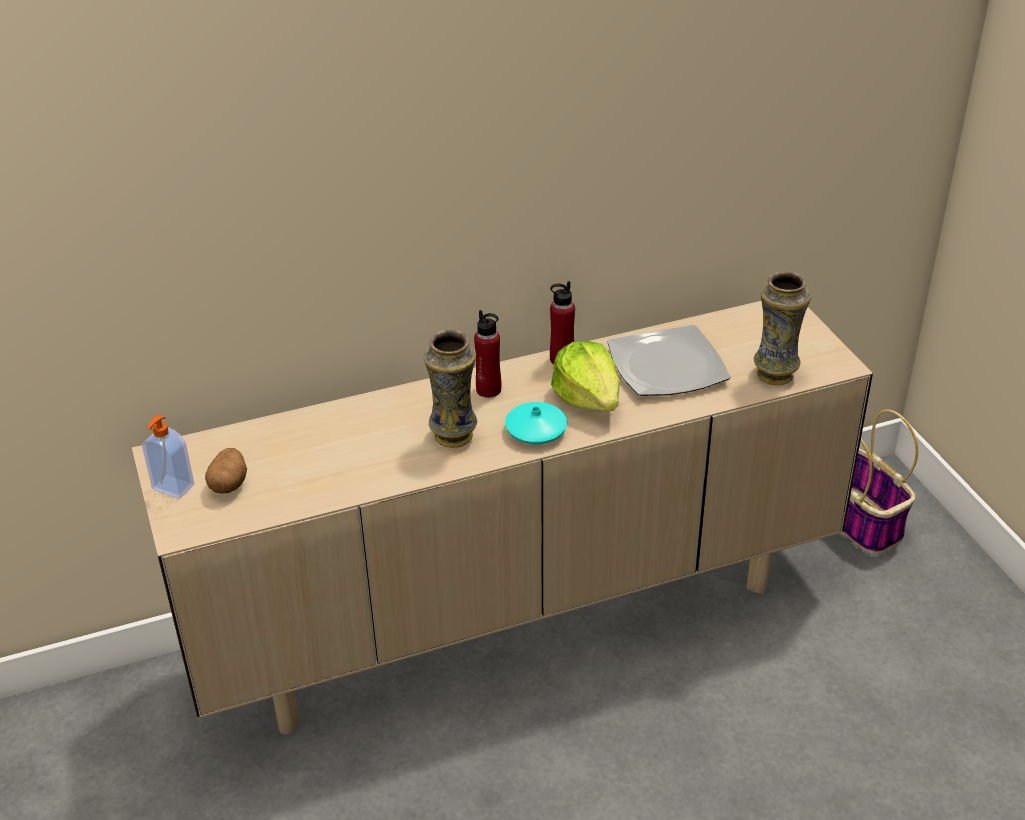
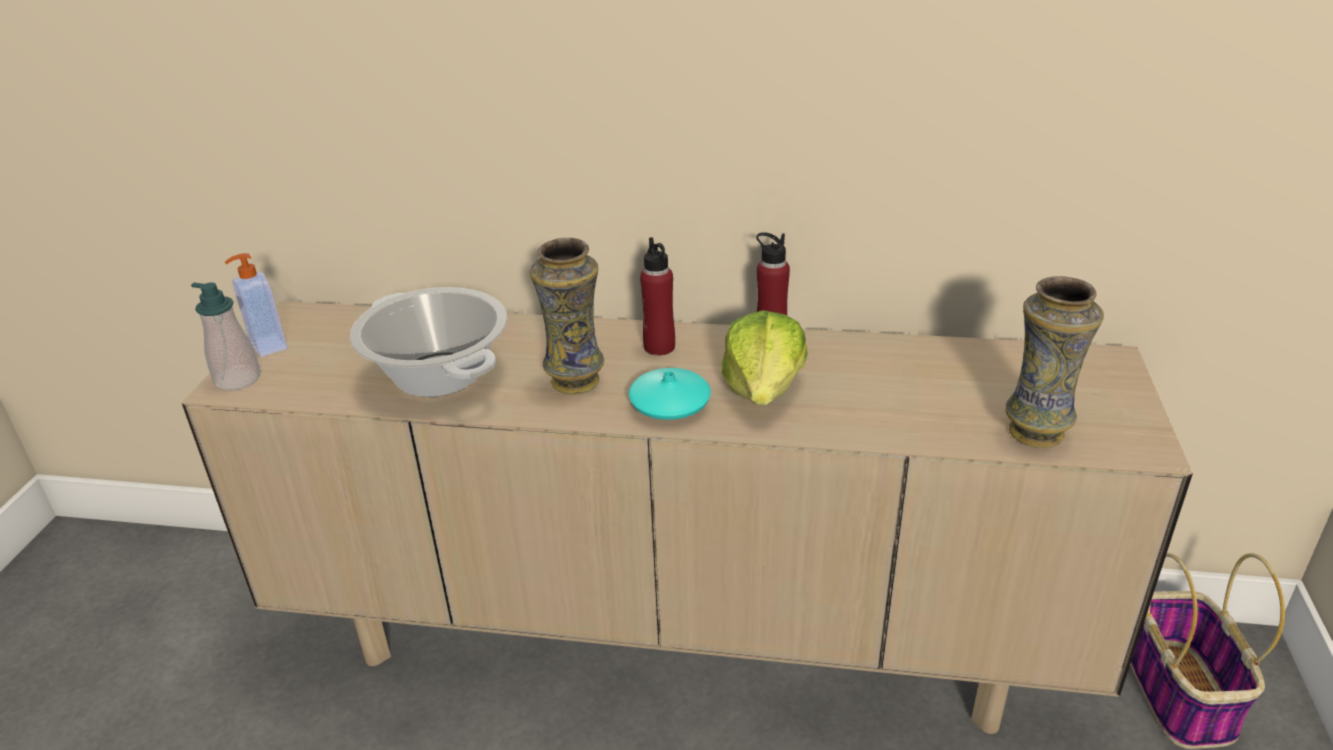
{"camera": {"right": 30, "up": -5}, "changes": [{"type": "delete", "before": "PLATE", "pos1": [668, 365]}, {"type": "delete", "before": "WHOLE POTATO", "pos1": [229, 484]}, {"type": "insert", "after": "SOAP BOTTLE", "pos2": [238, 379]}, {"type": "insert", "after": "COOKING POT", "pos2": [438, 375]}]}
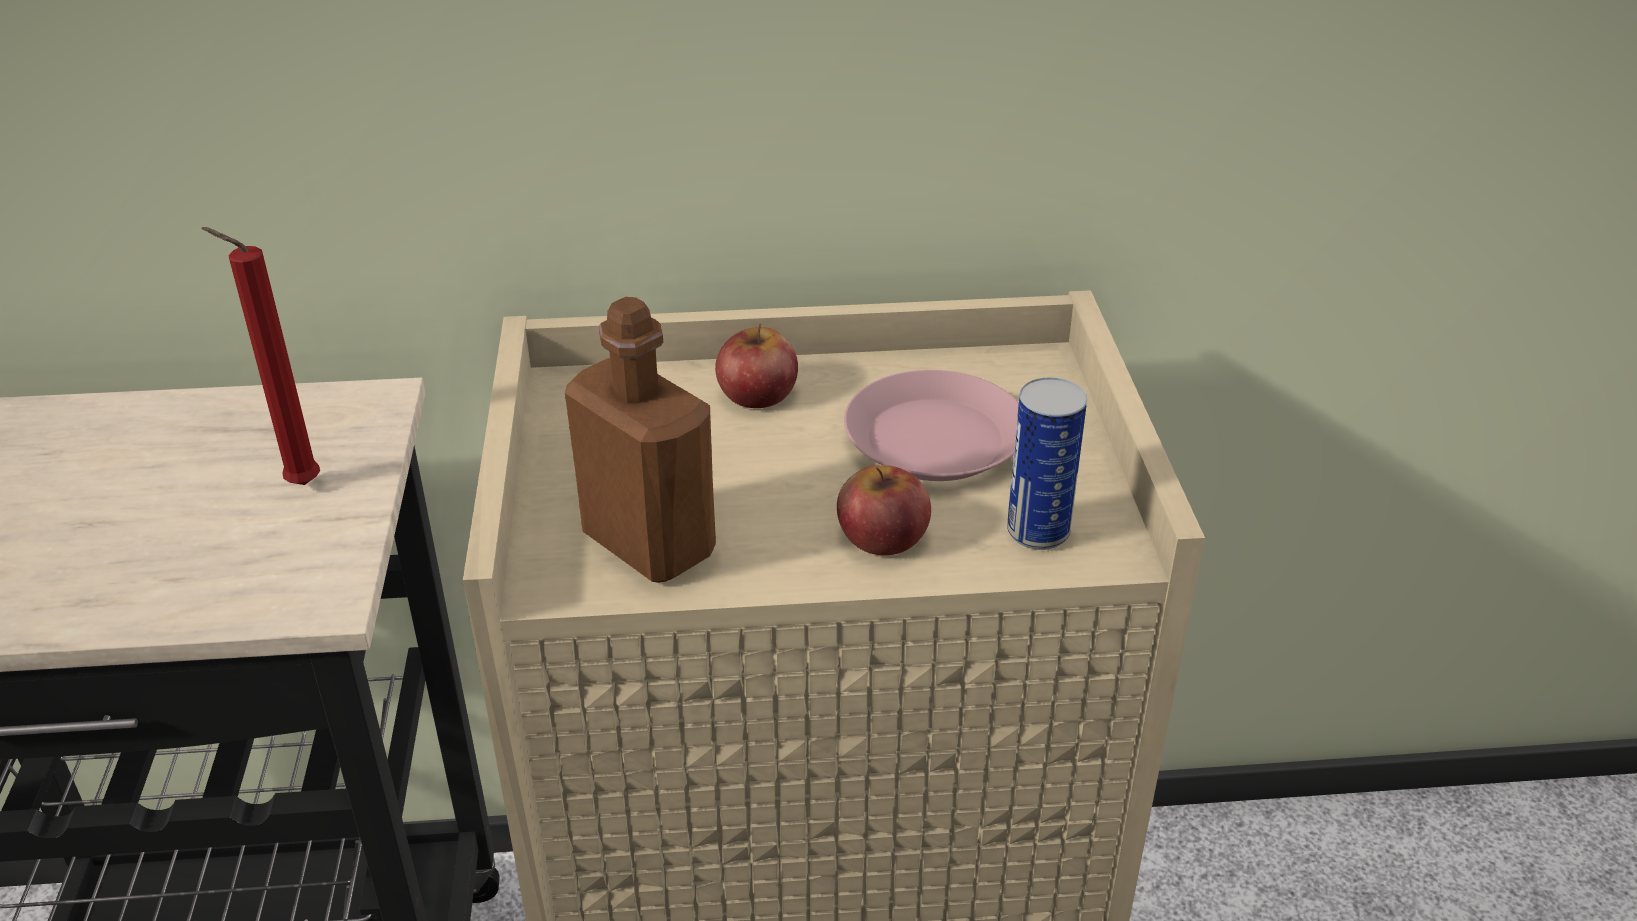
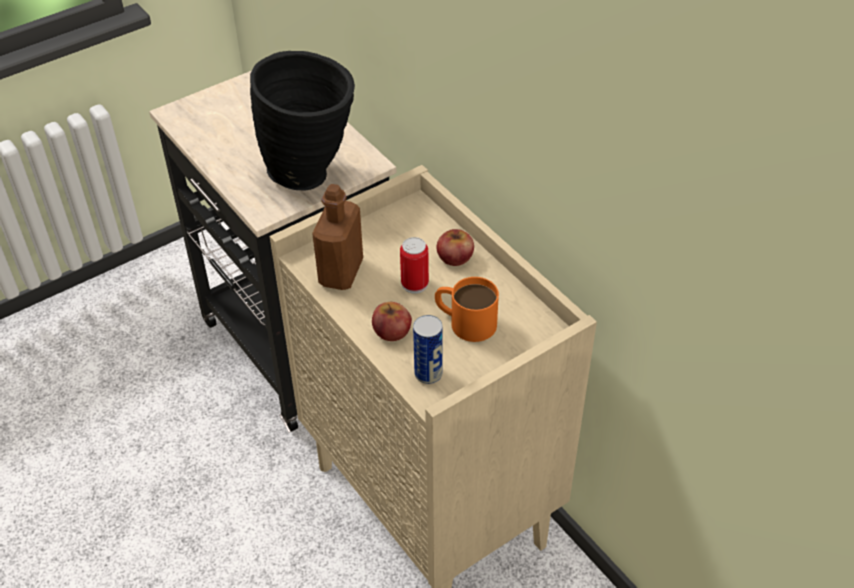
{"camera": {"right": 60, "up": 10}, "changes": [{"type": "replace", "before": "REDDISH WAX LIGHT", "after": "BLACK FLOWER VASE", "pos1": [298, 485], "pos2": [312, 174]}, {"type": "replace", "before": "PINK PLATE", "after": "ORANGE TEA MUG", "pos1": [935, 441], "pos2": [465, 321]}, {"type": "insert", "after": "SEALED CAN", "pos2": [414, 284]}]}
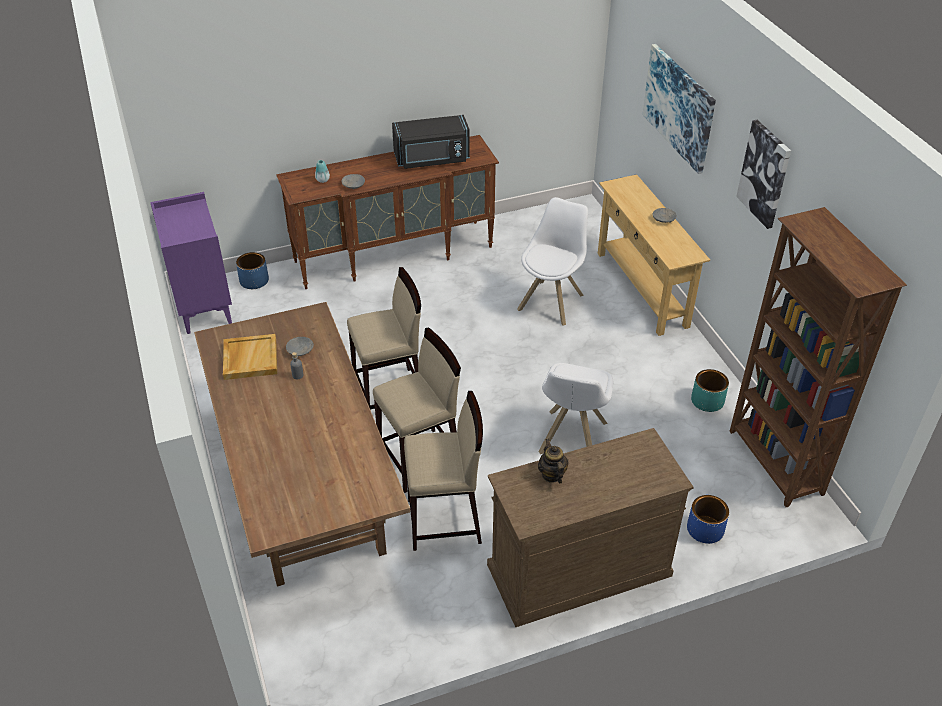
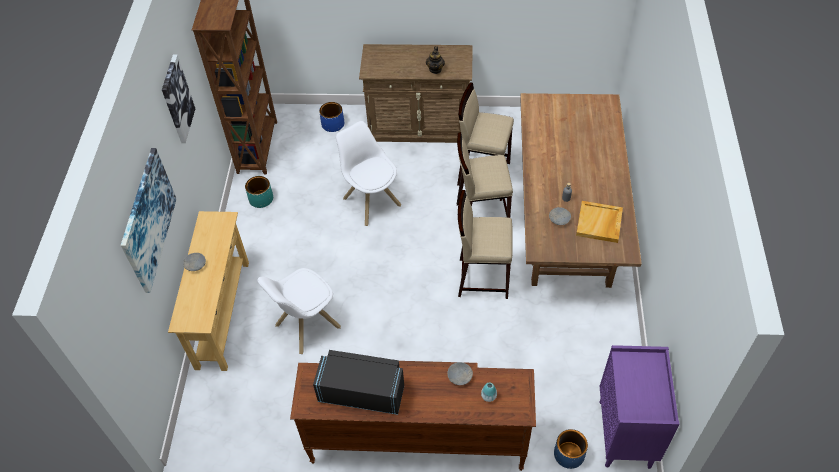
{"camera": {"right": -155, "up": 10}, "changes": [{"type": "rotate", "before": "WHITE-COLOURED PLAIN CHAIR", "pos1": [572, 438], "pos2": [371, 201], "turn": -75}]}
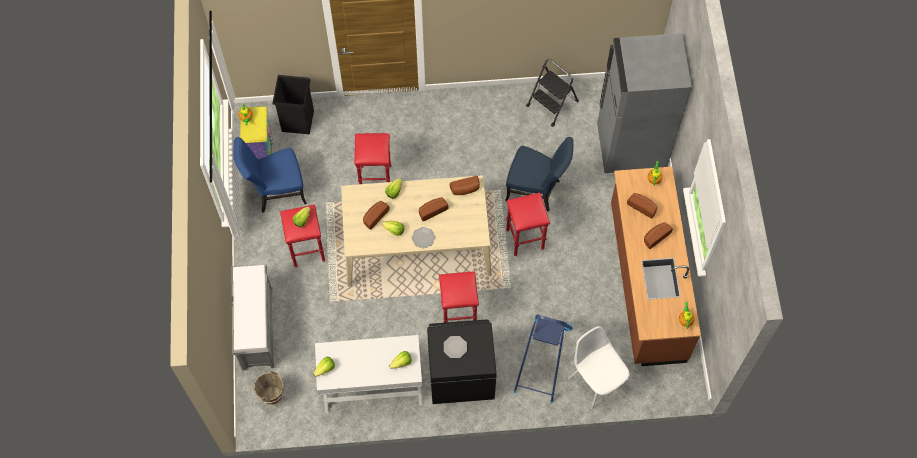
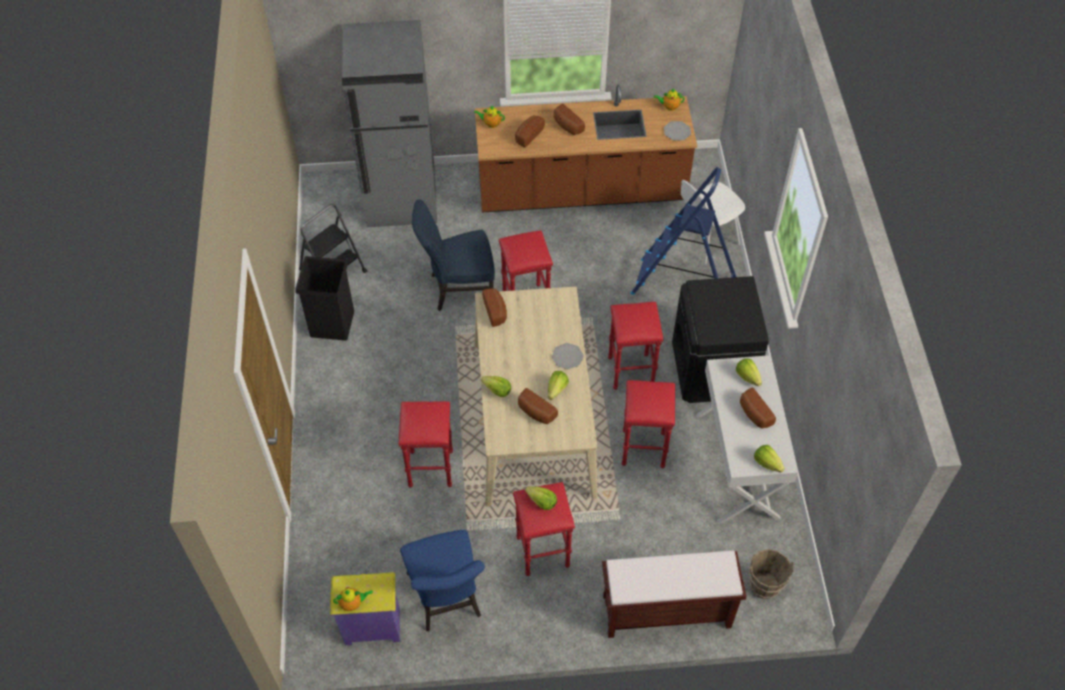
{"camera": {"right": -90, "up": -10}, "changes": [{"type": "move", "before": "BLACK WASTE BIN", "pos1": [298, 120], "pos2": [332, 323]}, {"type": "rotate", "before": "BLUISH PLAIN CHAIR", "pos1": [536, 190], "pos2": [458, 289], "turn": -120}, {"type": "move", "before": "BAKERY BREAD", "pos1": [432, 210], "pos2": [753, 414]}, {"type": "recolor", "before": "GREYISH INDOOR BENCH", "after": "BROWNISH INDOOR BENCH", "pos1": [257, 328], "pos2": [665, 612]}, {"type": "move", "before": "PLATE", "pos1": [455, 347], "pos2": [677, 131]}, {"type": "insert", "after": "REDDISH SITTING STOOL", "pos2": [644, 449]}]}
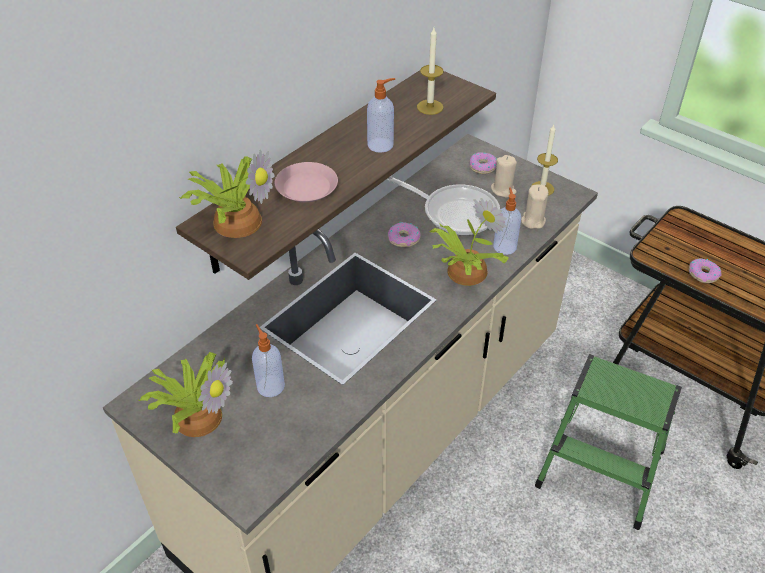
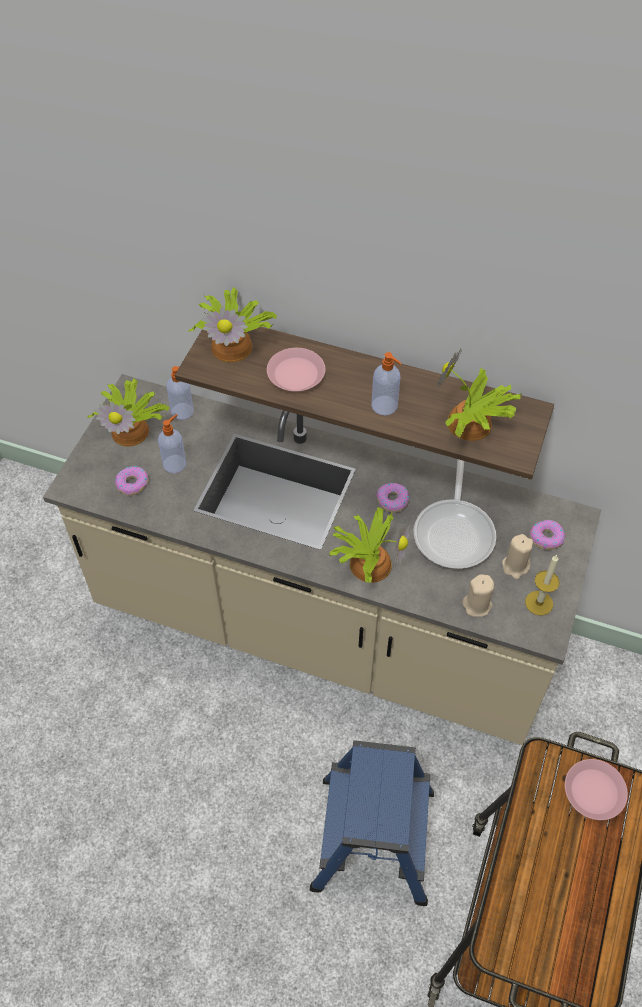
{"camera": {"right": 70, "up": 10}, "changes": [{"type": "replace", "before": "WAX LIGHT", "after": "POTTED PLANT", "pos1": [430, 107], "pos2": [470, 426]}, {"type": "move", "before": "SOAP BOTTLE", "pos1": [504, 246], "pos2": [183, 411]}, {"type": "move", "before": "DOUGHNUT", "pos1": [703, 274], "pos2": [132, 484]}, {"type": "recolor", "before": "GREEN STEPLADDER", "after": "BLUISH STEPLADDER", "pos1": [600, 466], "pos2": [373, 839]}, {"type": "insert", "after": "PINK PLATE", "pos2": [594, 791]}]}
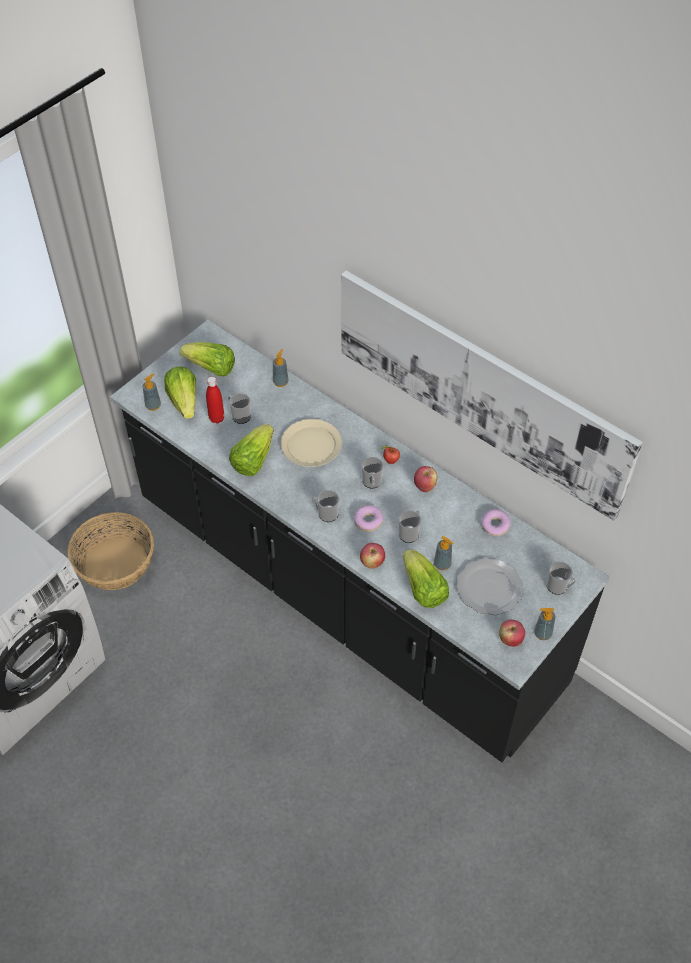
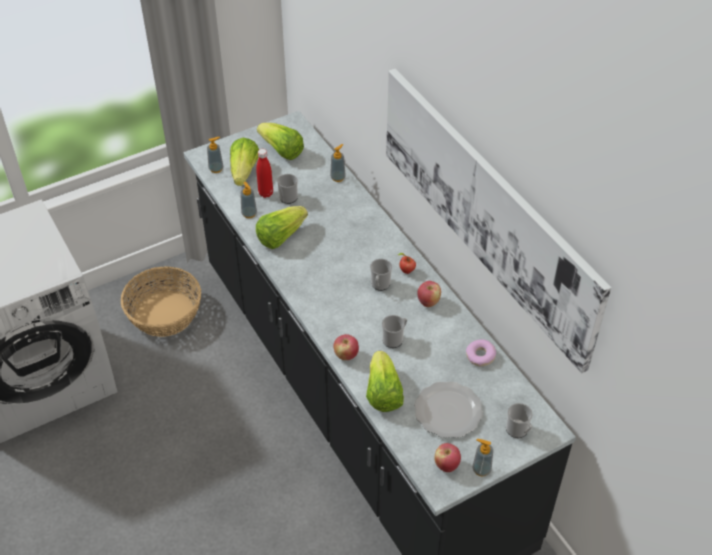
{"camera": {"right": 20, "up": -5}, "changes": [{"type": "delete", "before": "BEIGE PLATE", "pos1": [311, 444]}, {"type": "delete", "before": "TEA MUG", "pos1": [325, 513]}, {"type": "delete", "before": "DOUGHNUT", "pos1": [368, 521]}, {"type": "move", "before": "SOAP BOTTLE", "pos1": [442, 564], "pos2": [249, 214]}]}
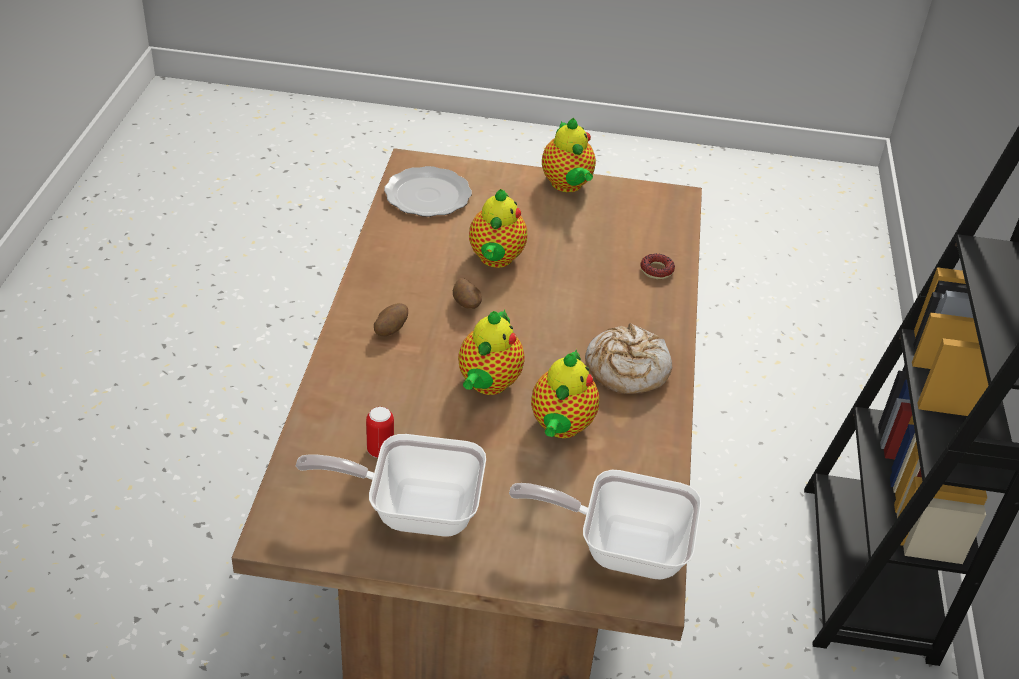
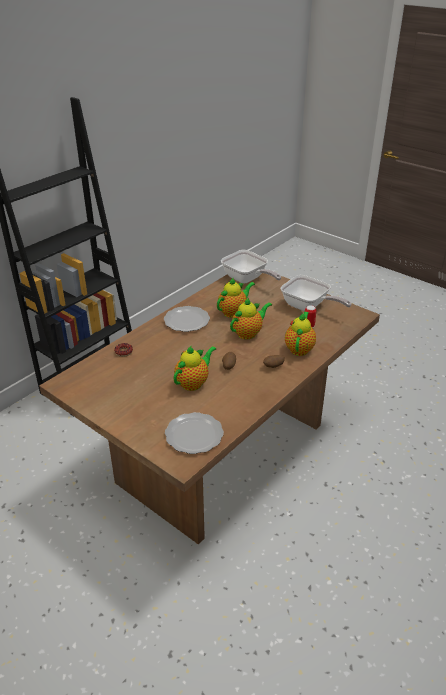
{"camera": {"right": -145, "up": -5}, "changes": [{"type": "move", "before": "TEA POT", "pos1": [567, 185], "pos2": [299, 348]}, {"type": "replace", "before": "BAKERY BREAD", "after": "PLATE", "pos1": [626, 369], "pos2": [187, 321]}]}
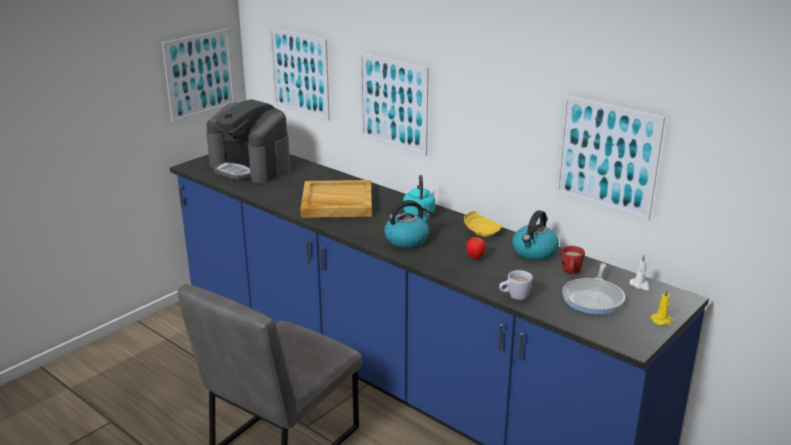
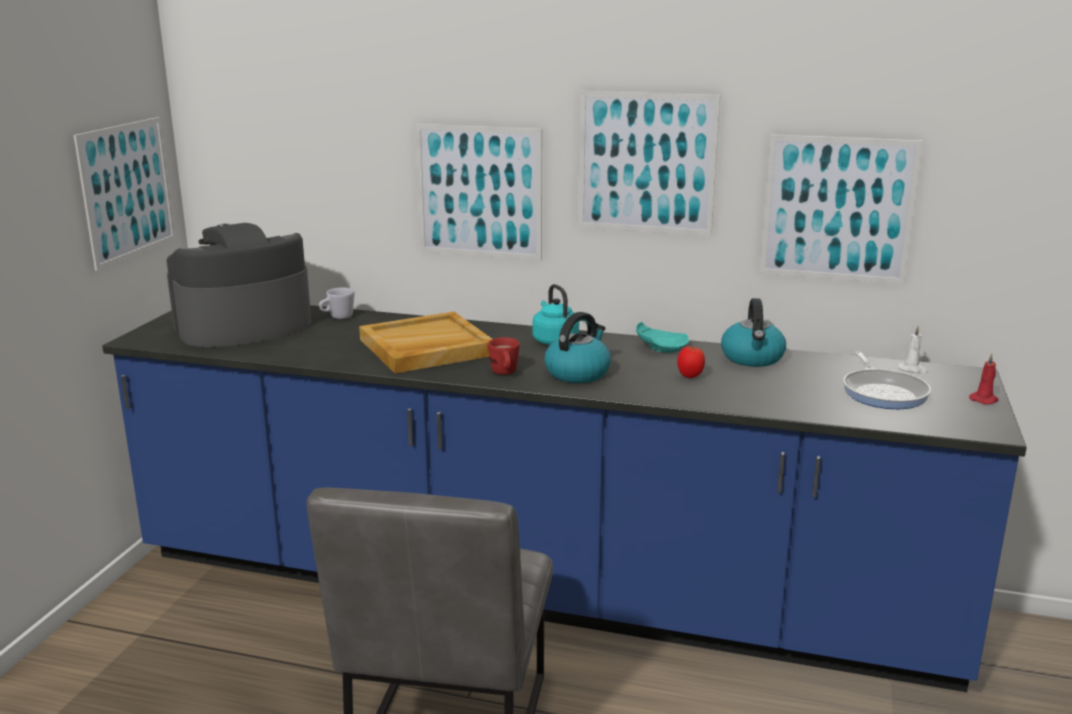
{"camera": {"right": -25, "up": -5}, "changes": [{"type": "move", "before": "PICTURE", "pos1": [299, 73], "pos2": [646, 163]}, {"type": "rotate", "before": "COFFEE MAKER", "pos1": [251, 167], "pos2": [243, 326], "turn": 135}, {"type": "recolor", "before": "YELLOW PLATE", "after": "BLUE-GREEN PLATE", "pos1": [481, 231], "pos2": [660, 347]}, {"type": "move", "before": "REDDISH TEA MUG", "pos1": [570, 272], "pos2": [505, 373]}, {"type": "move", "before": "WHITE-COLOURED TEA MUG", "pos1": [514, 297], "pos2": [337, 317]}, {"type": "recolor", "before": "YELLOW WAX LIGHT", "after": "REDDISH WAX LIGHT", "pos1": [662, 321], "pos2": [984, 400]}]}
